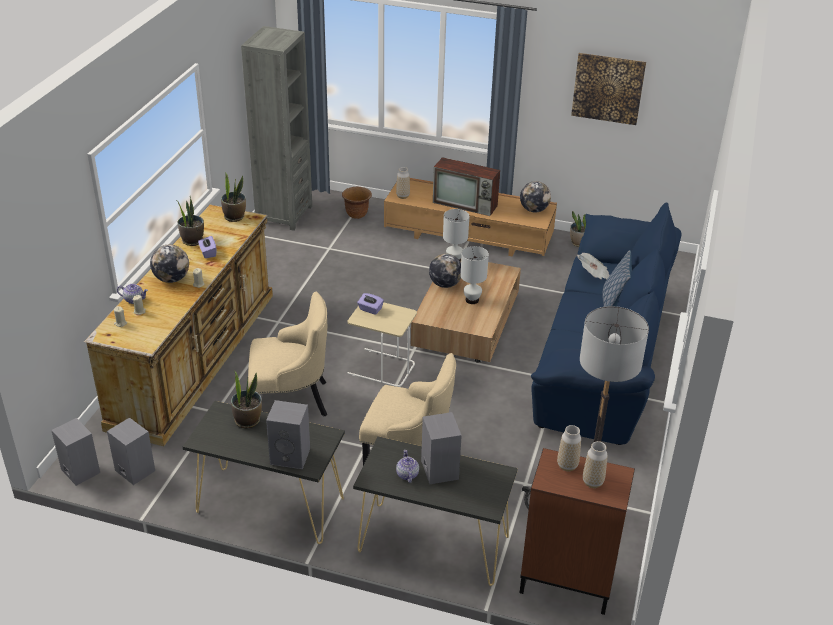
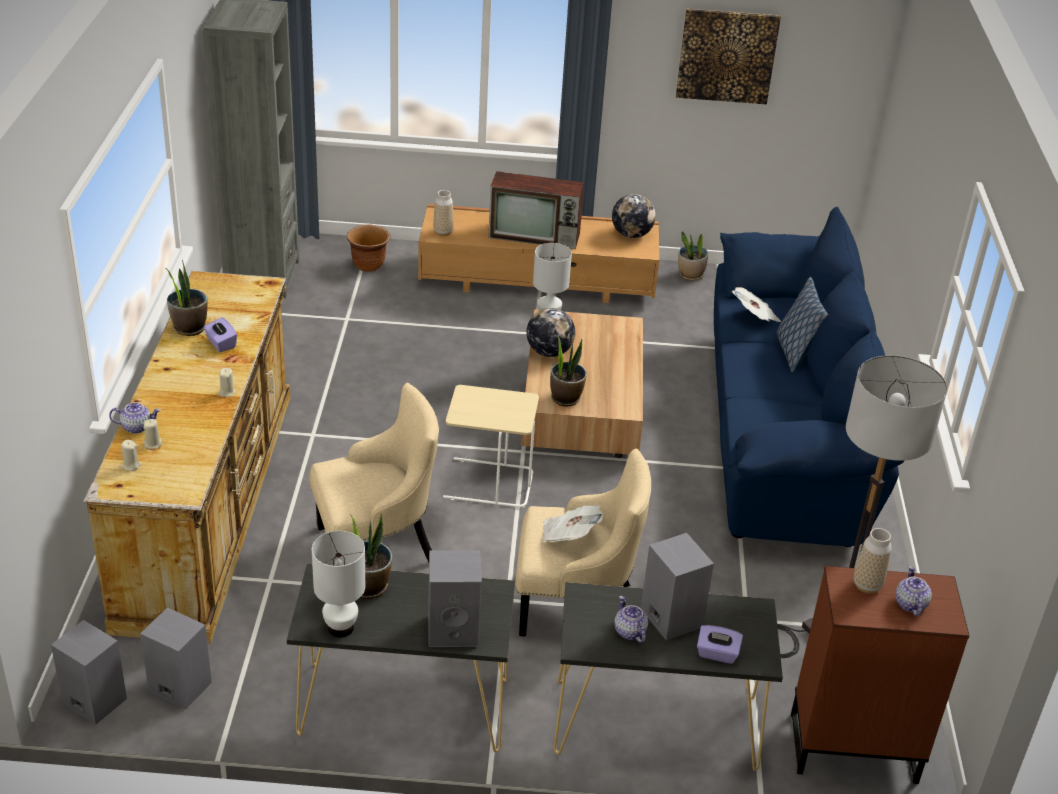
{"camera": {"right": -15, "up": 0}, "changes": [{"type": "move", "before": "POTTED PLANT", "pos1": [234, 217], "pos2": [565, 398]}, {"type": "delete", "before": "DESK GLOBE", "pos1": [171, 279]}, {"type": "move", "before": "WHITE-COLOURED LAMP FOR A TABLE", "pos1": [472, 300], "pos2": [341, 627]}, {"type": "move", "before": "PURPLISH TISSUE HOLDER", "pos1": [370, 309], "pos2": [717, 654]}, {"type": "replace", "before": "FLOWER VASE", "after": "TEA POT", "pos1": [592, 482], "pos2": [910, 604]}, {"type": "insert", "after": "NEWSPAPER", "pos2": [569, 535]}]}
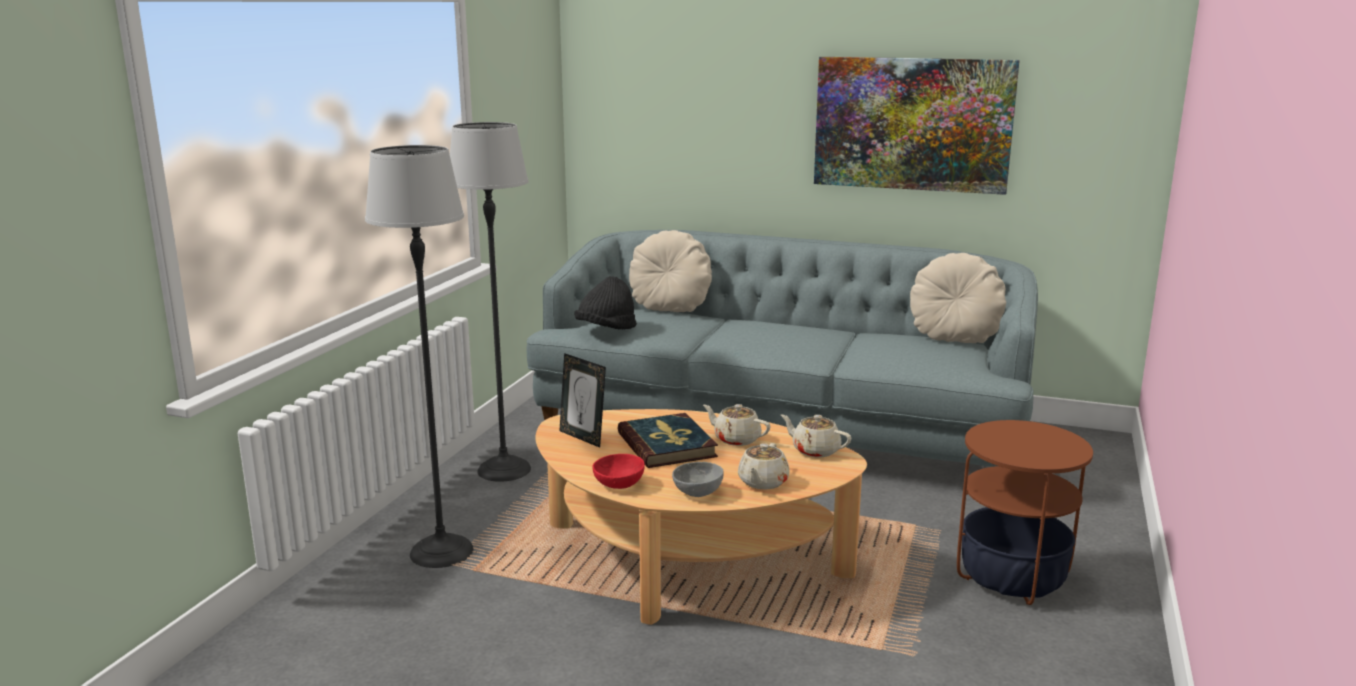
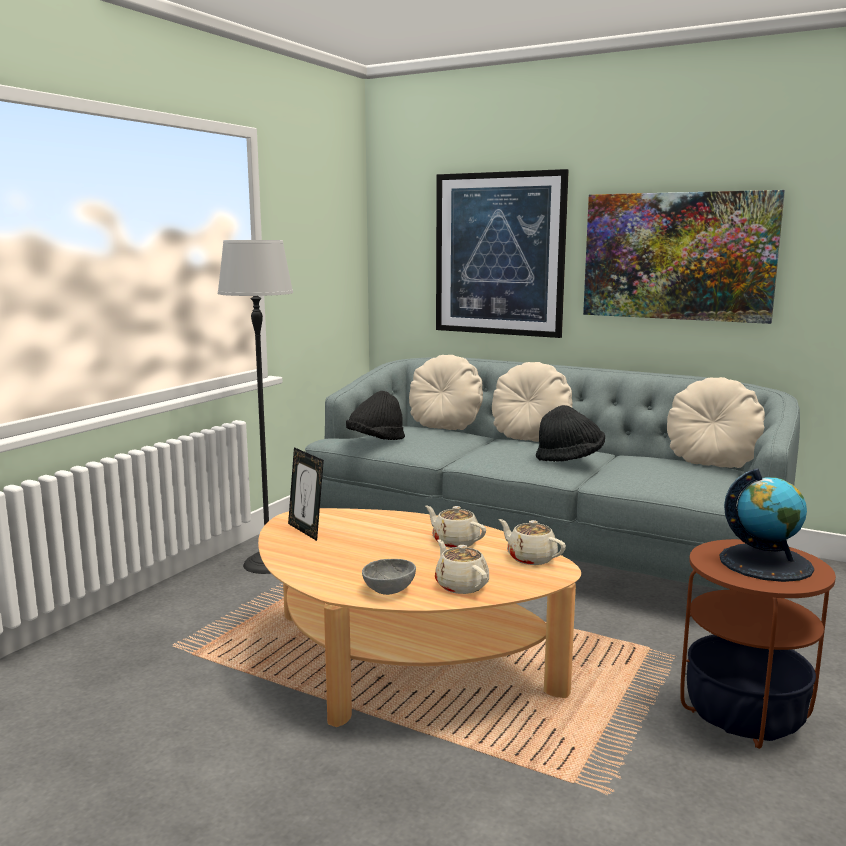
{"camera": {"right": 10, "up": -5}, "changes": [{"type": "delete", "before": "STANDING LAMP", "pos1": [442, 551]}, {"type": "delete", "before": "BOOK", "pos1": [667, 445]}, {"type": "rotate", "before": "BEIGE TEA POT", "pos1": [762, 482], "pos2": [461, 585], "turn": 120}, {"type": "delete", "before": "REDDISH BOWL", "pos1": [618, 484]}, {"type": "insert", "after": "PICTURE", "pos2": [499, 254]}, {"type": "insert", "after": "BEIGE CUSHION", "pos2": [530, 439]}, {"type": "insert", "after": "BLACK CLOTHING HAT", "pos2": [570, 458]}, {"type": "insert", "after": "DESK GLOBE", "pos2": [765, 563]}]}
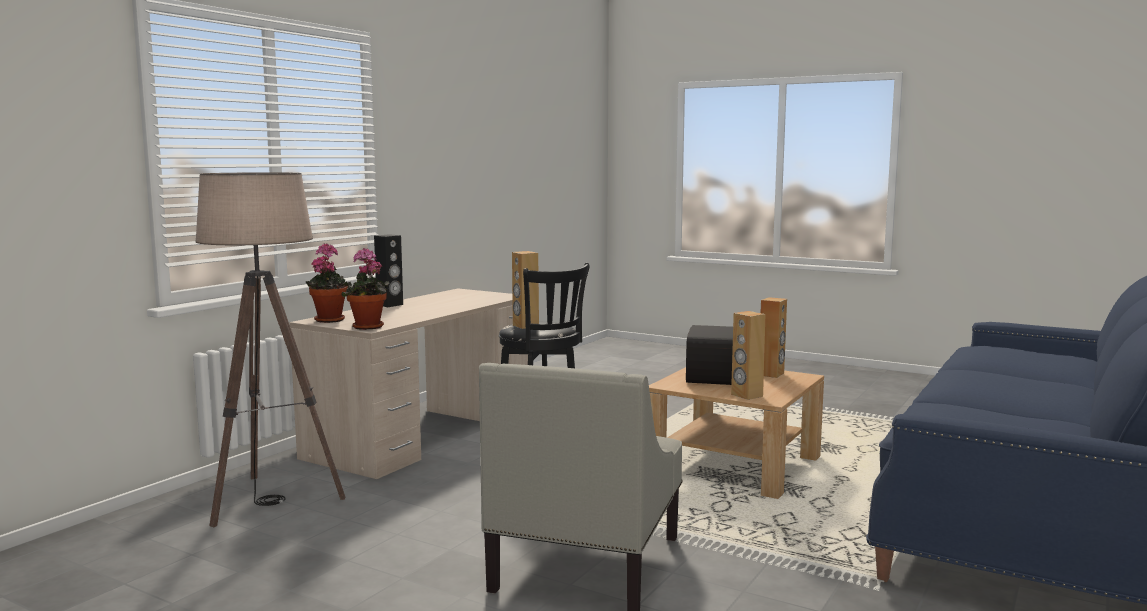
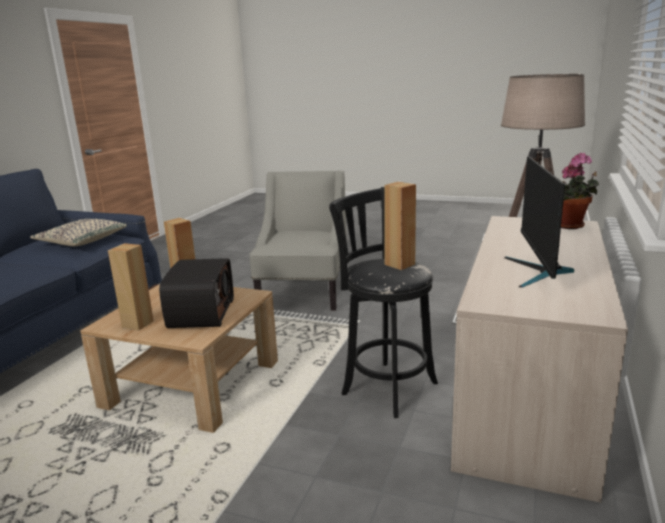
{"camera": {"right": 170, "up": 10}, "changes": [{"type": "delete", "before": "BLACK SPEAKER", "pos1": [390, 305]}, {"type": "delete", "before": "POTTED PLANT", "pos1": [368, 327]}, {"type": "insert", "after": "COMPUTER DISPLAY", "pos2": [538, 272]}, {"type": "insert", "after": "BEIGE CUSHION", "pos2": [81, 241]}]}
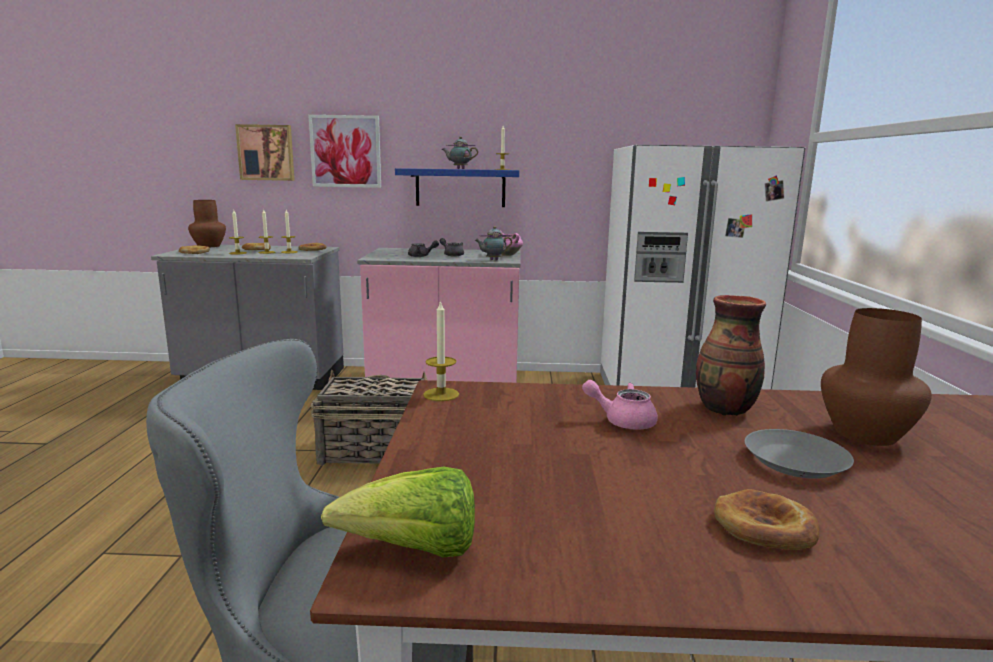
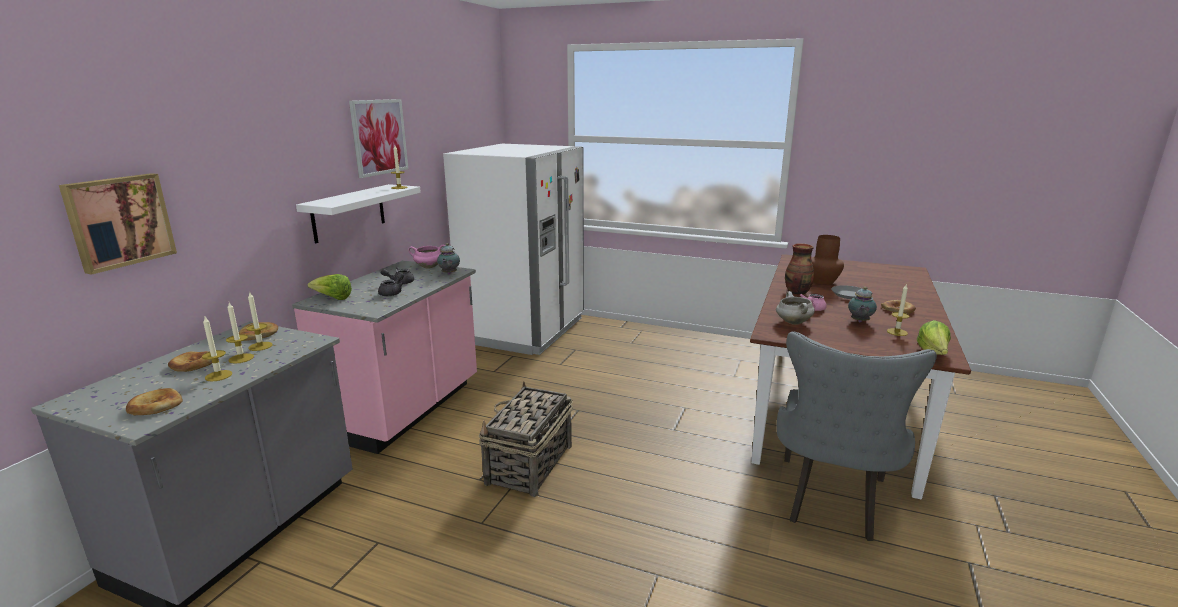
{"camera": {"right": -70, "up": 5}, "changes": [{"type": "move", "before": "PICTURE", "pos1": [345, 151], "pos2": [379, 137]}, {"type": "move", "before": "TEA POT", "pos1": [459, 169], "pos2": [859, 321]}, {"type": "recolor", "before": "BLUISH BRACKET SHELF", "after": "WHITE-COLOURED BRACKET SHELF", "pos1": [460, 188], "pos2": [349, 213]}, {"type": "delete", "before": "BROWNISH FLOWER VASE", "pos1": [209, 246]}, {"type": "move", "before": "WAX LIGHT", "pos1": [441, 394], "pos2": [897, 332]}, {"type": "insert", "after": "LETTUCE HEAD", "pos2": [333, 298]}, {"type": "insert", "after": "WHITE-COLOURED COOKING POT", "pos2": [792, 322]}]}
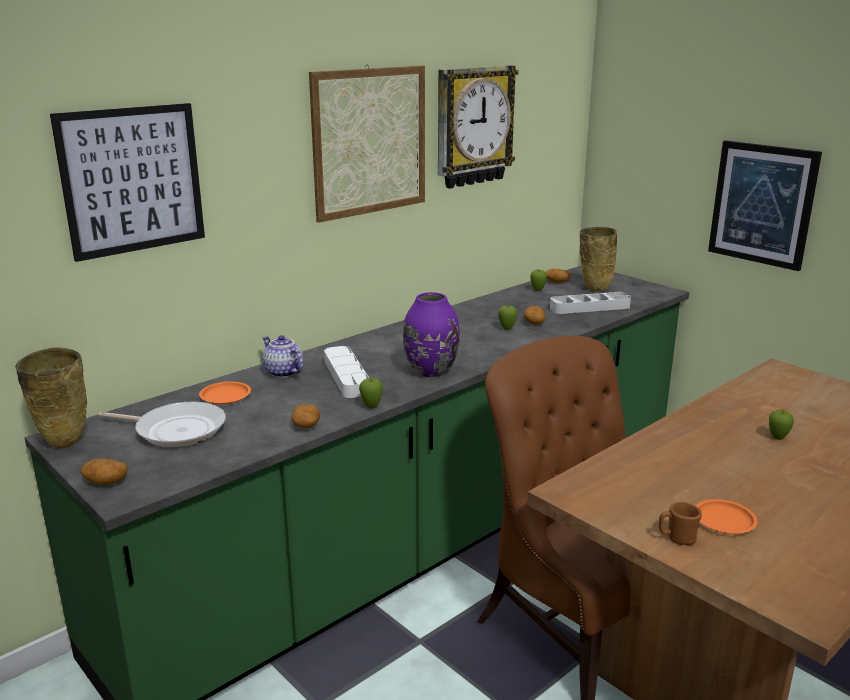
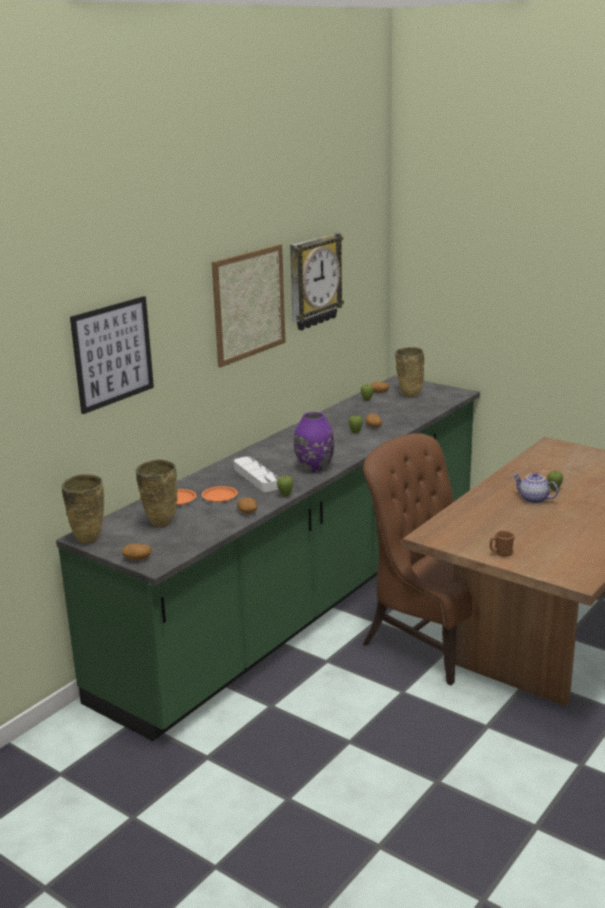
{"camera": {"right": -10, "up": 0}, "changes": [{"type": "delete", "before": "PICTURE", "pos1": [762, 204]}, {"type": "delete", "before": "GREYISH SERVING TRAY", "pos1": [589, 307]}, {"type": "move", "before": "TEA POT", "pos1": [282, 372], "pos2": [533, 499]}, {"type": "replace", "before": "FRYING PAN", "after": "BEIGE FLOWER VASE", "pos1": [176, 430], "pos2": [160, 524]}, {"type": "move", "before": "ORANGE PLATE", "pos1": [723, 520], "pos2": [219, 496]}]}
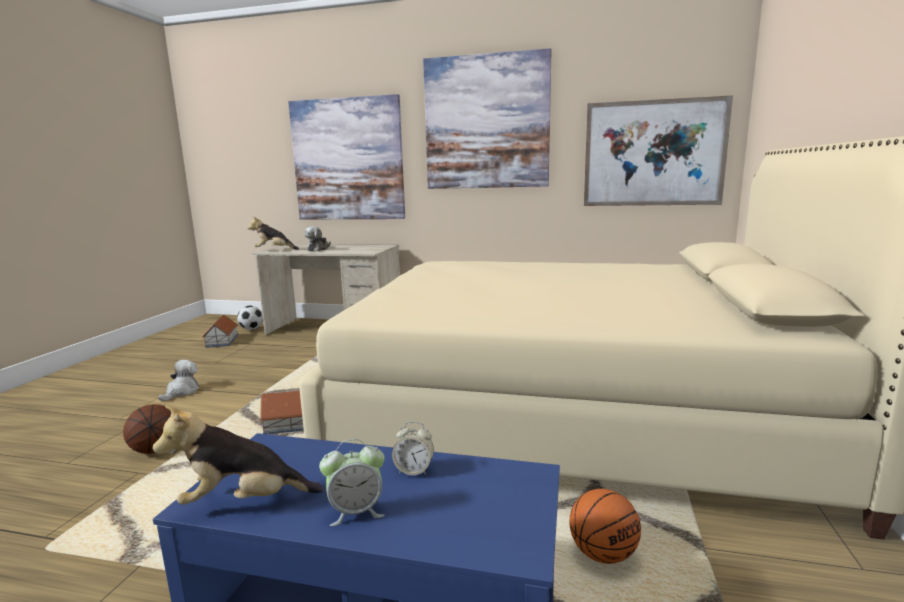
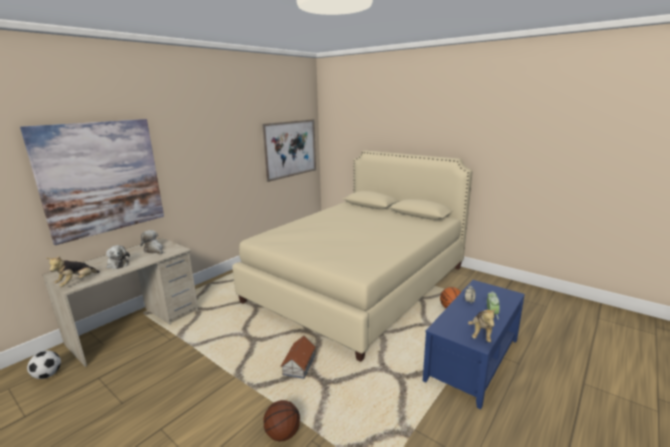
{"camera": {"right": -65, "up": 5}, "changes": [{"type": "delete", "before": "PICTURE", "pos1": [486, 123]}, {"type": "delete", "before": "MINIATURE HOUSE", "pos1": [222, 341]}, {"type": "move", "before": "CUDDLY TOY", "pos1": [181, 392], "pos2": [154, 250]}]}
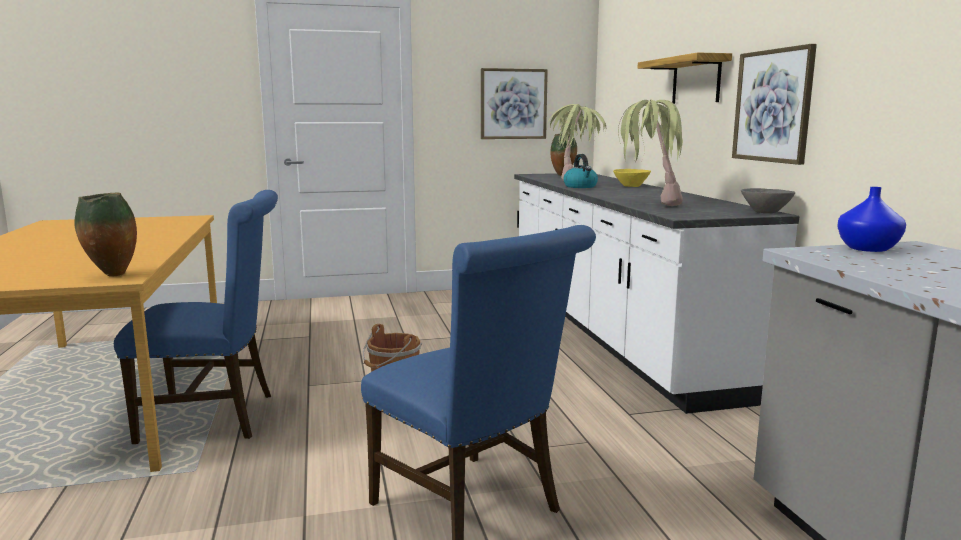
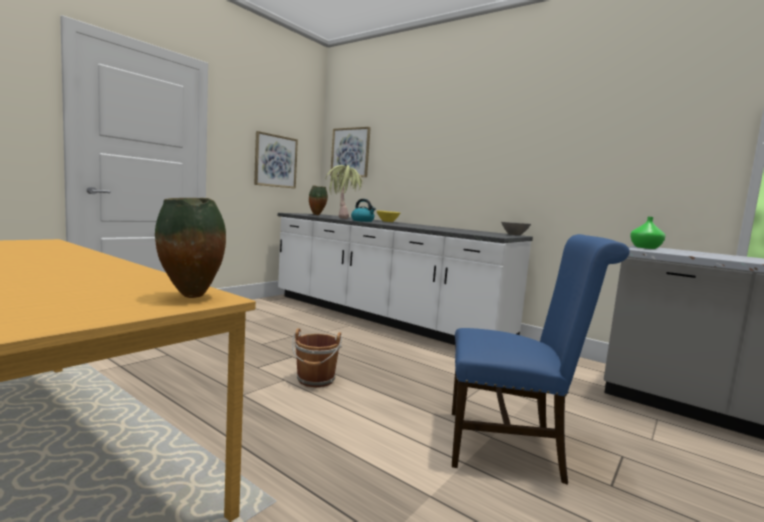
{"camera": {"right": -40, "up": -5}, "changes": [{"type": "move", "before": "PICTURE", "pos1": [773, 106], "pos2": [350, 152]}, {"type": "delete", "before": "BRACKET SHELF", "pos1": [696, 80]}, {"type": "delete", "before": "POTTED PLANT", "pos1": [647, 204]}, {"type": "recolor", "before": "BLUISH FLOWER VASE", "after": "GREEN FLOWER VASE", "pos1": [868, 249], "pos2": [646, 248]}, {"type": "delete", "before": "BLUISH PLAIN CHAIR", "pos1": [217, 417]}]}
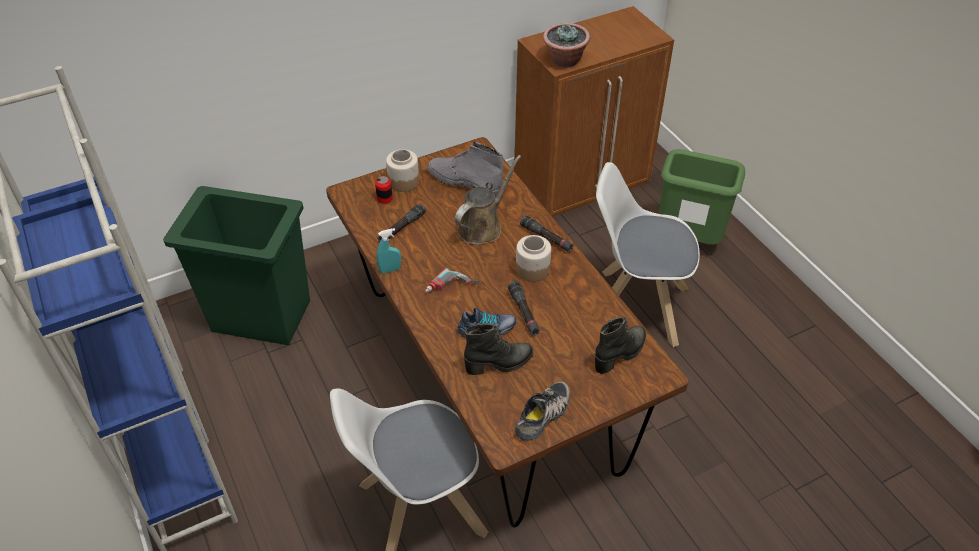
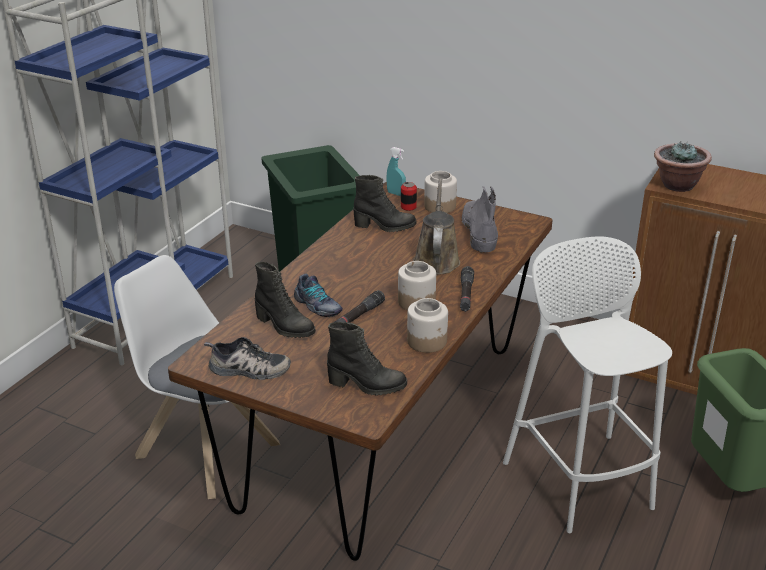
{"camera": {"right": 55, "up": -15}, "changes": [{"type": "rotate", "before": "BROWNISH WATERING CAN", "pos1": [482, 227], "pos2": [436, 259], "turn": -90}, {"type": "replace", "before": "PLAIN CHAIR", "after": "WHITE-COLOURED SITTING STOOL", "pos1": [634, 306], "pos2": [581, 480]}, {"type": "replace", "before": "BLACK FLASHLIGHT", "after": "BLACK TALL BOOT", "pos1": [401, 228], "pos2": [384, 226]}, {"type": "move", "before": "BLUE-GREEN HAND SPRAYER", "pos1": [390, 270], "pos2": [396, 194]}, {"type": "delete", "before": "POWER DRILL", "pos1": [454, 289]}, {"type": "insert", "after": "PRESERVE JAR", "pos2": [427, 341]}]}
